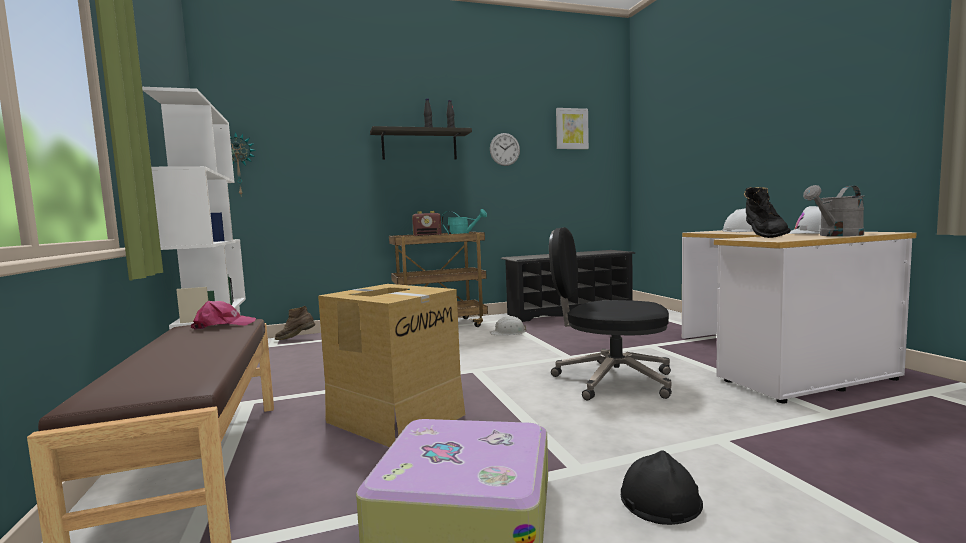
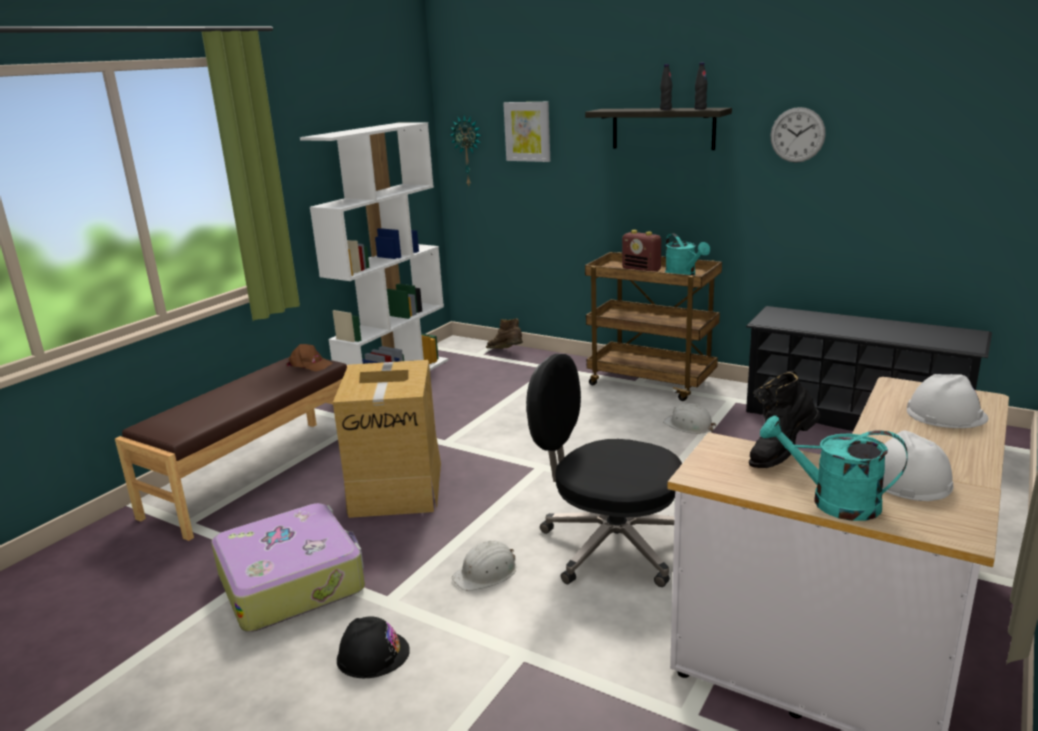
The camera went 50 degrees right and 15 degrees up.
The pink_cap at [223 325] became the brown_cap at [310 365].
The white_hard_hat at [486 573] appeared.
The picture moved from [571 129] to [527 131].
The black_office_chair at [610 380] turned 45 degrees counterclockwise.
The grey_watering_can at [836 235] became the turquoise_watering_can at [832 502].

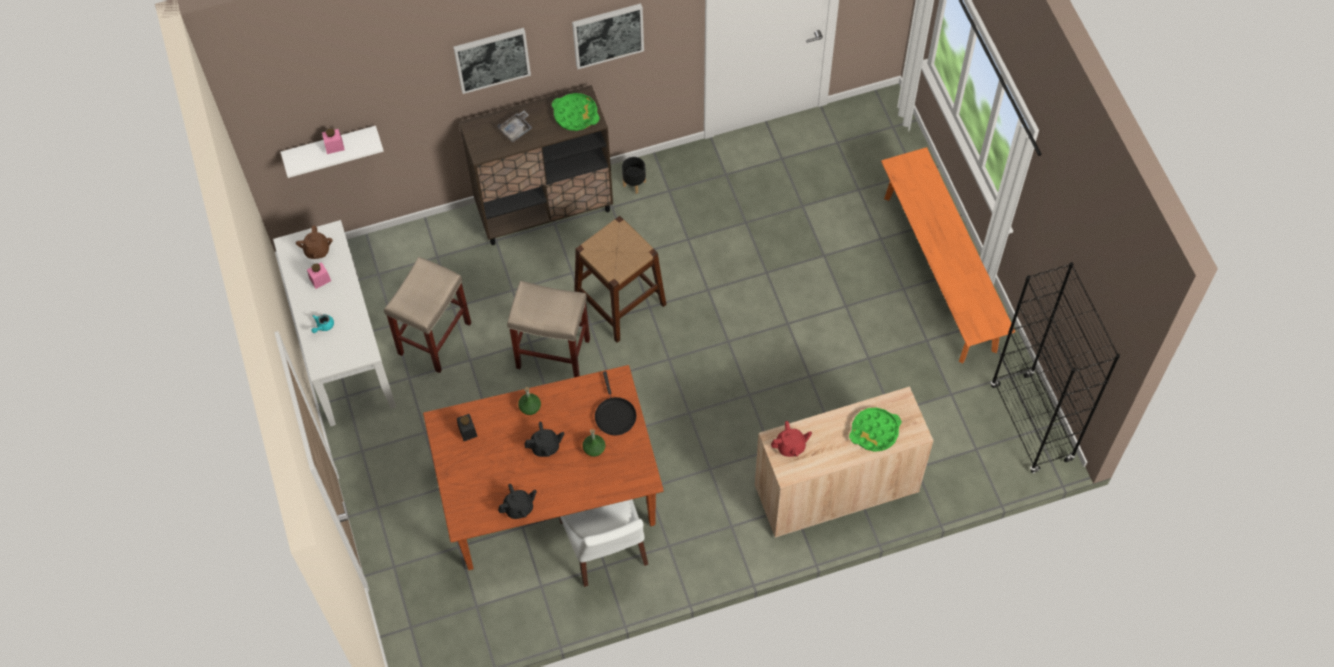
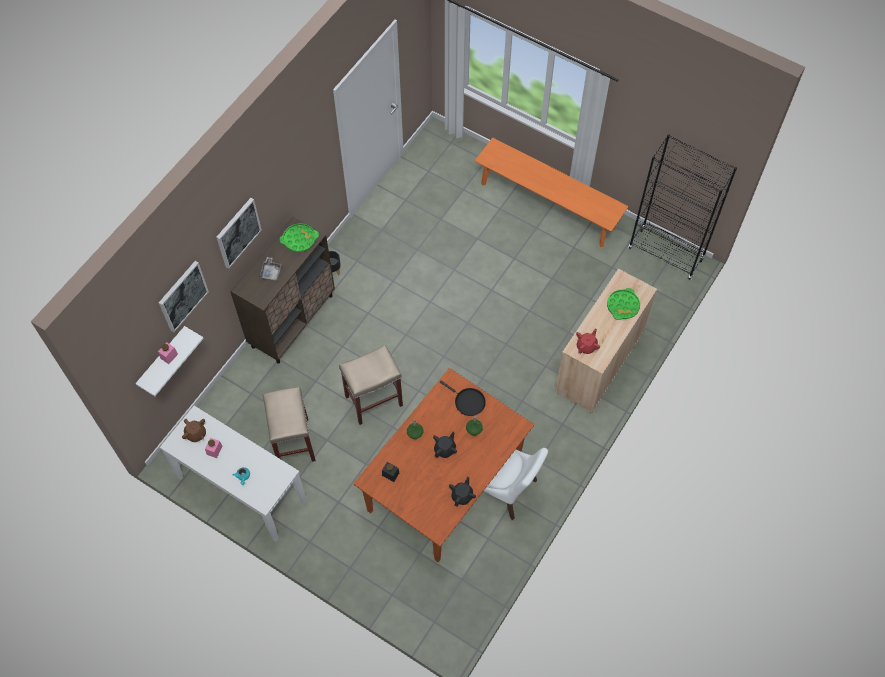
The camera went 40 degrees left and 0 degrees up.
The picture moved from [608 34] to [182 296].
The brown_stool at [620 301] disappeared.

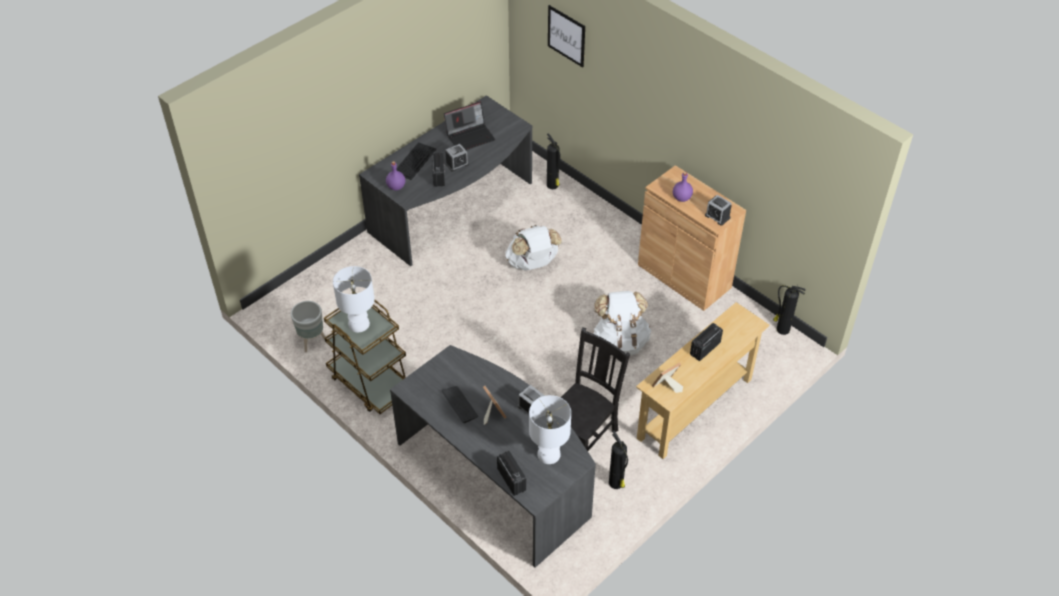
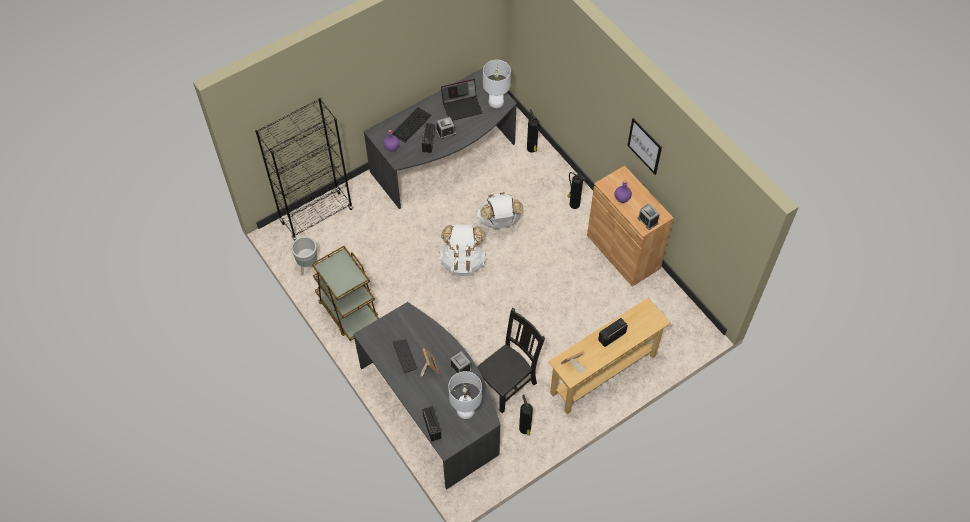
The camera went 10 degrees right and 10 degrees up.
The black_bookcase at [316 216] appeared.
The white_backpack moved from [620 341] to [463 262].
The white_table_lamp moved from [359 324] to [496 102].
The fire_extinguisher moved from [782 329] to [574 204].
The picture moved from [566 36] to [644 146].

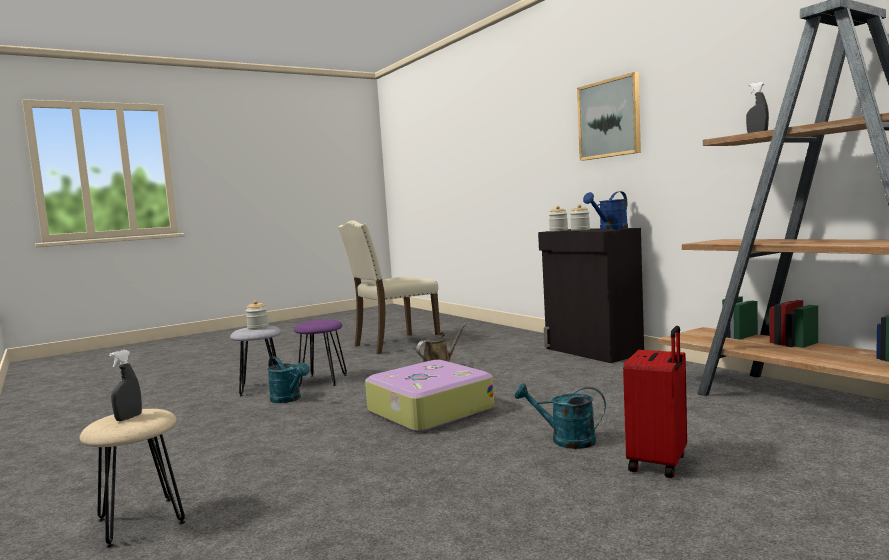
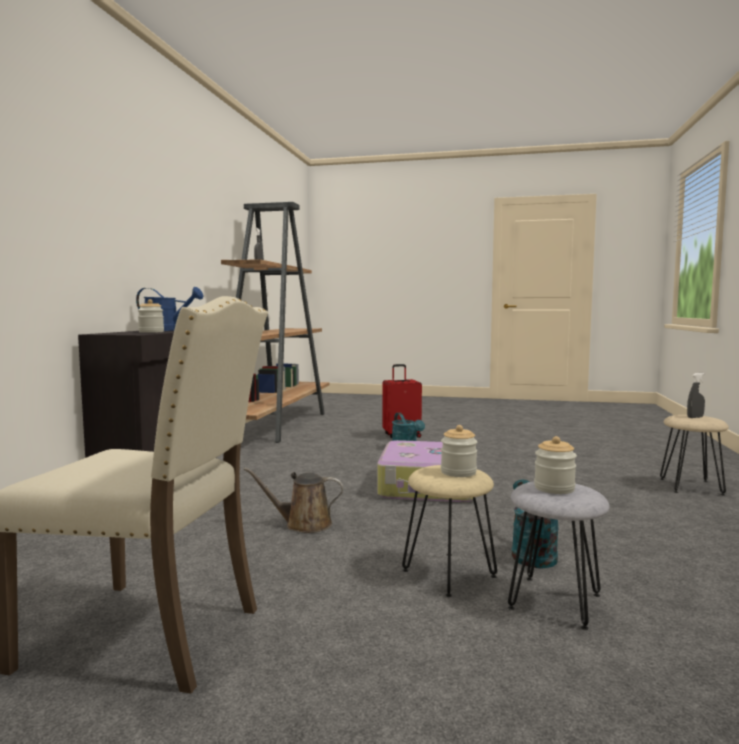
The camera went 135 degrees left and 0 degrees up.
The purple_stool at [323 380] became the beige_stool at [448 573].
The jar moved from [558 230] to [458 472].
The picture at [609 118] disappeared.

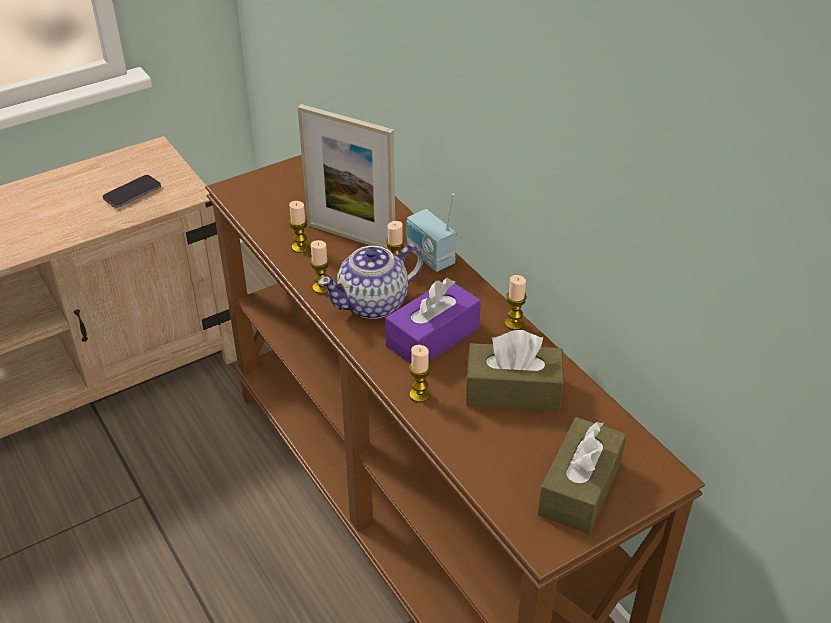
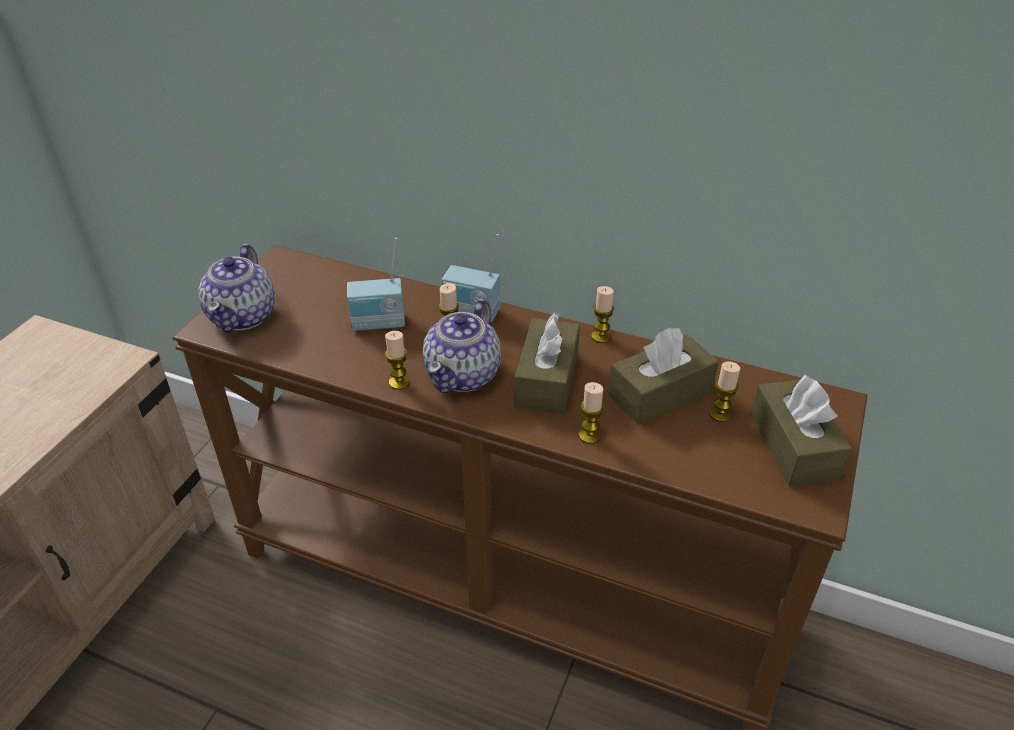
The camera went 35 degrees left and 0 degrees up.
The teapot at [243 315] appeared.
The picture_frame at [350 237] was replaced by the radio at [378 324].
The purple_tissue_box at [433 337] became the brown_tissue_box at [547 380].
The candle moved from [300 247] to [720 414].
The phone at [132 193] disappeared.

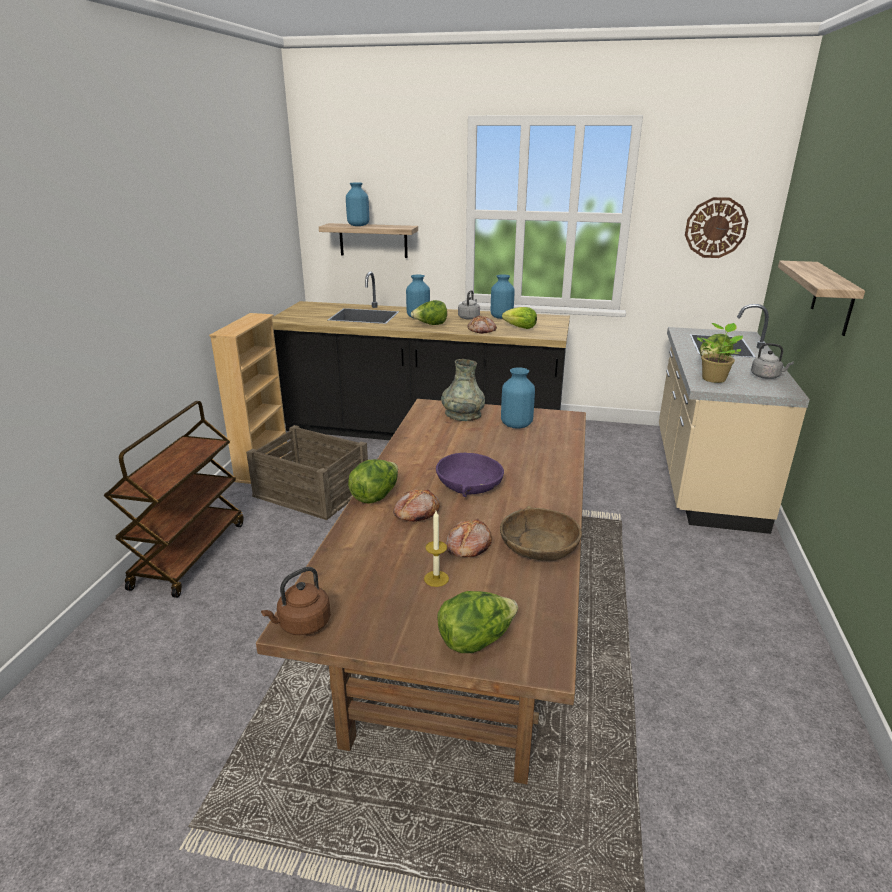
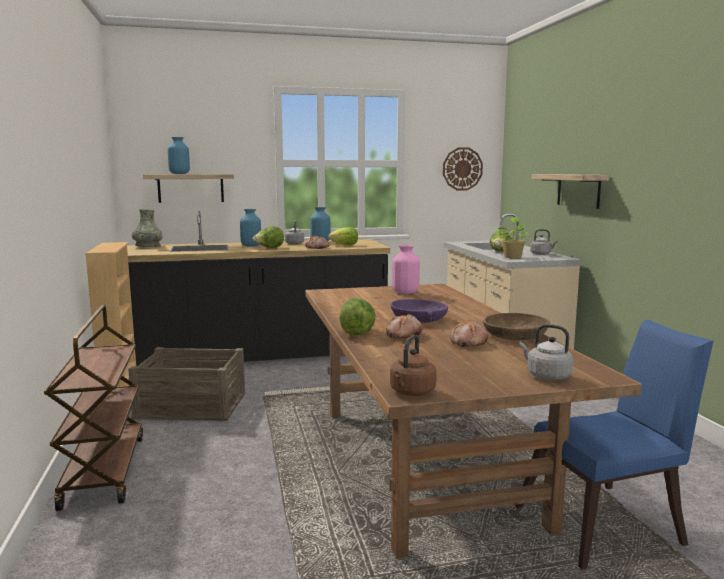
The camera went 25 degrees left and 15 degrees down.
The grey_vase moved from [463 415] to [148 246].
The blue_vase at [517 424] became the pink_vase at [405 292].
The blue_chair at [607 524] appeared.
The lettuce at [476 640] was replaced by the grey_kettle at [546 376].
The candle at [436 578] disappeared.

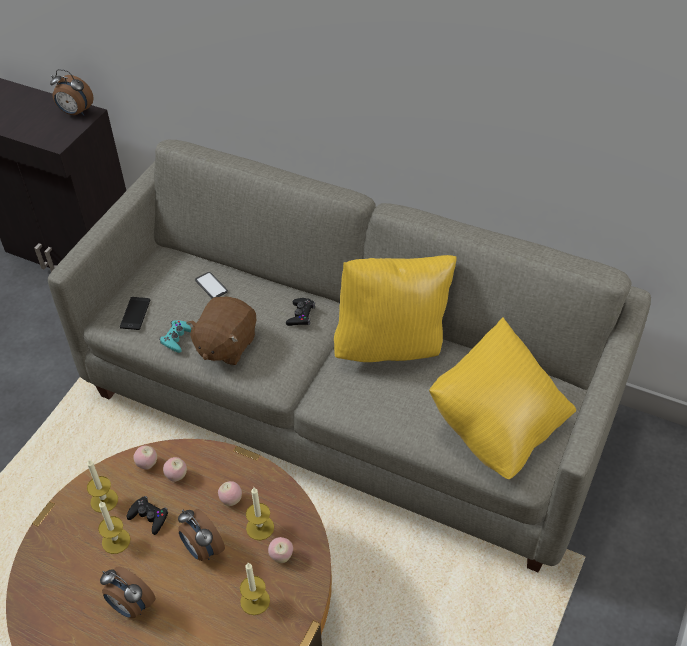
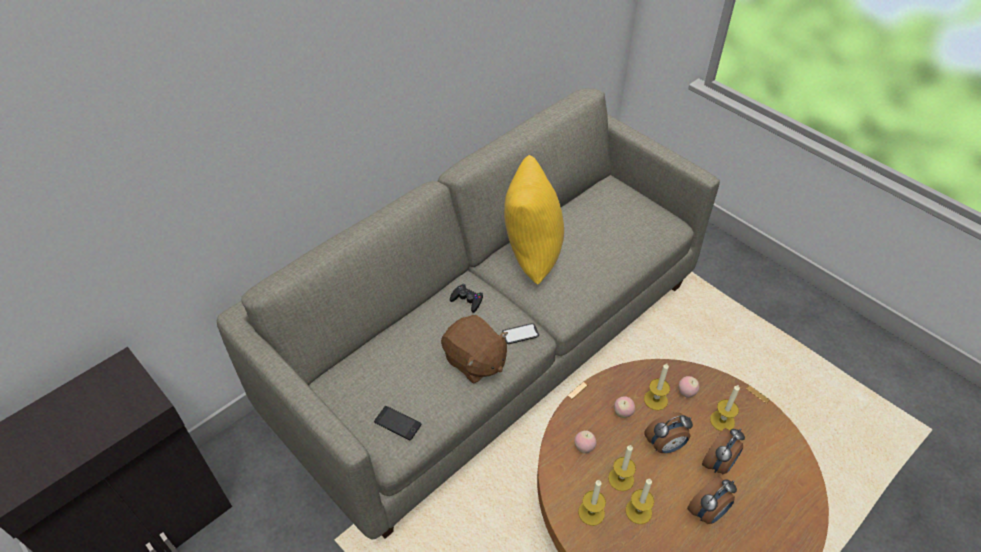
The camera went 70 degrees left and 0 degrees up.
The phone moved from [211 286] to [520 334].
The black_game_controller at [149 517] was replaced by the candle at [621 479].
The alarm_clock moved from [75 113] to [719 463].
The apple at [147 464] disappeared.
The turquoise_game_controller at [177 338] disappeared.
The yellow_pillow at [498 425] disappeared.

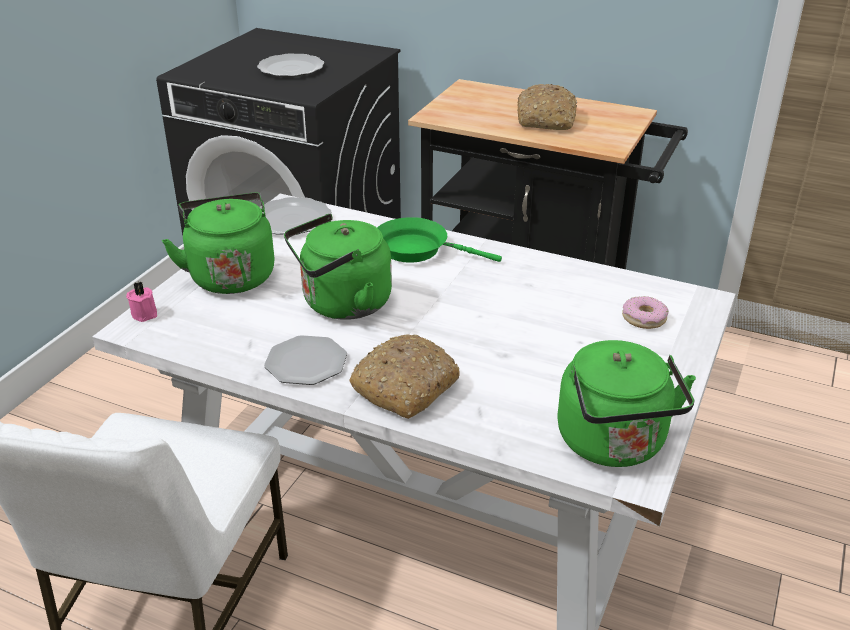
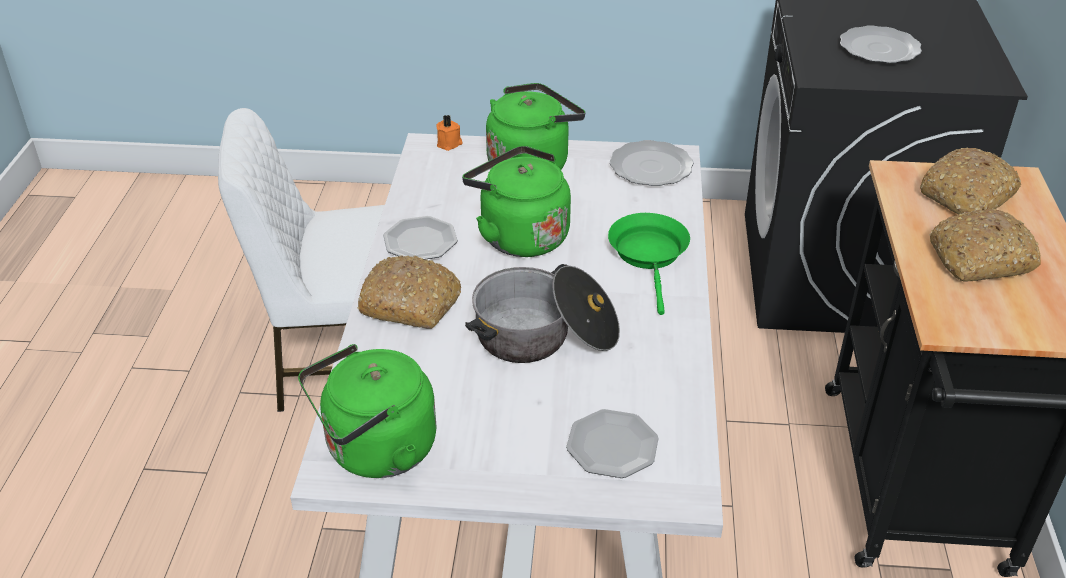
The camera went 70 degrees right and 5 degrees up.
The pink_candle at [145 313] became the orange_candle at [449 144].
The cooking_pot at [545 336] appeared.
The donut at [644 318] was replaced by the plate at [612 445].
The bread at [967 196] appeared.

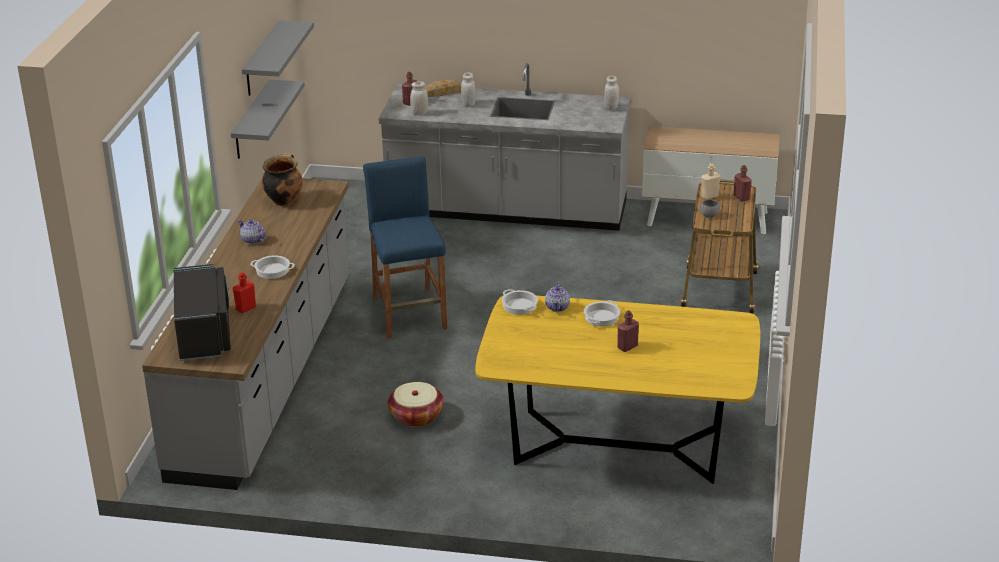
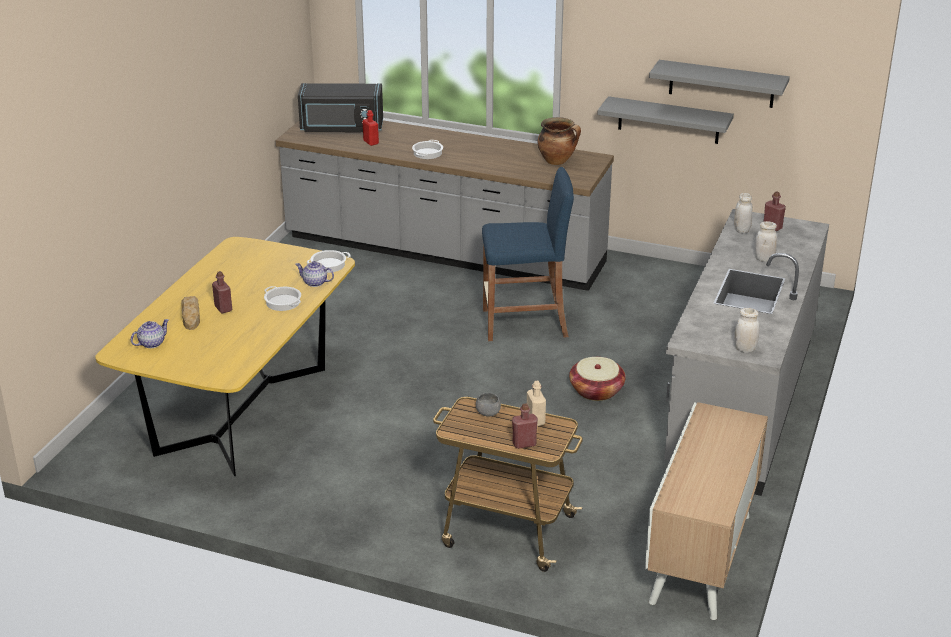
The camera went 100 degrees right and 0 degrees up.
The teapot moved from [253 240] to [151 343].
The bread moved from [442 92] to [191 315].
The basket moved from [416 416] to [596 391].

